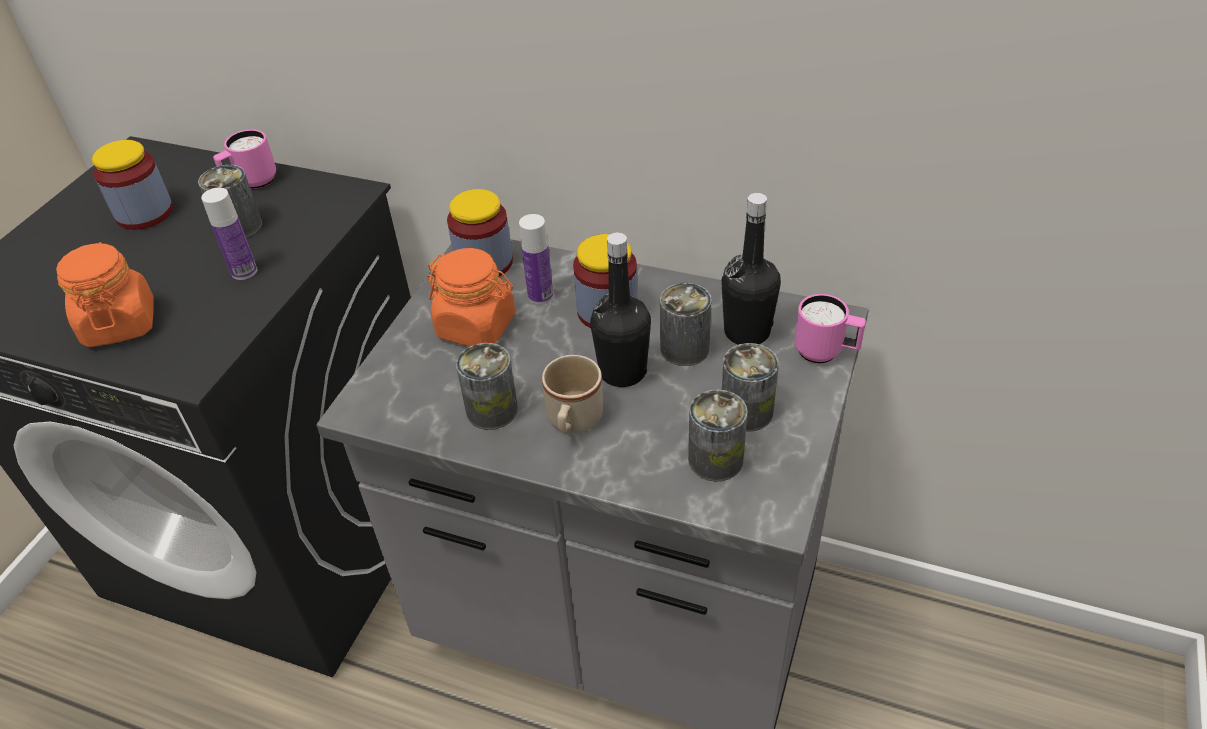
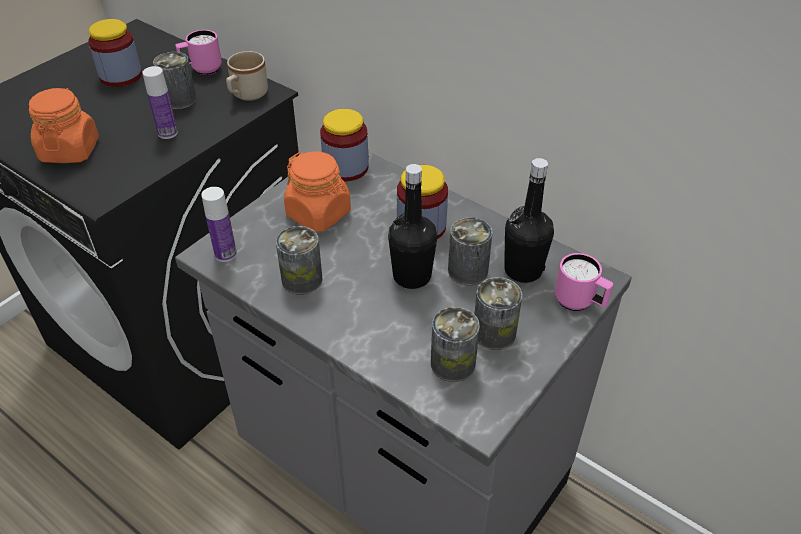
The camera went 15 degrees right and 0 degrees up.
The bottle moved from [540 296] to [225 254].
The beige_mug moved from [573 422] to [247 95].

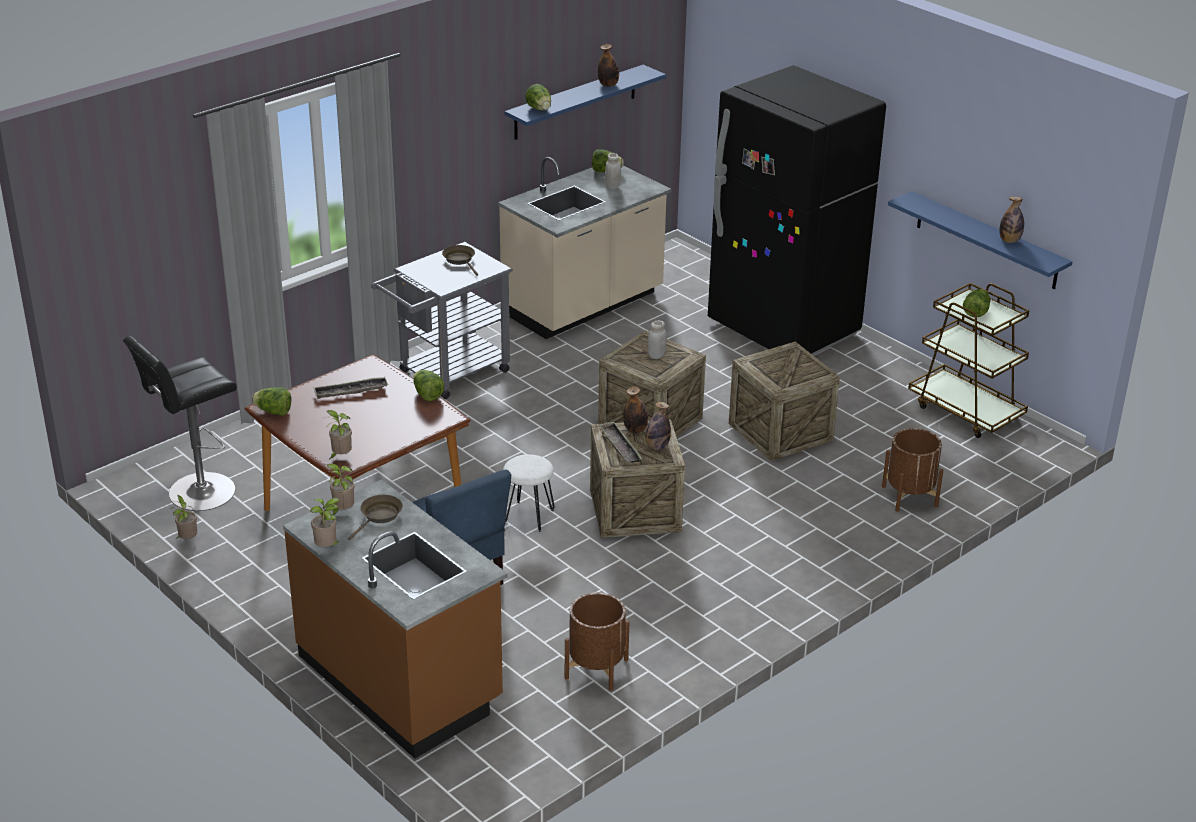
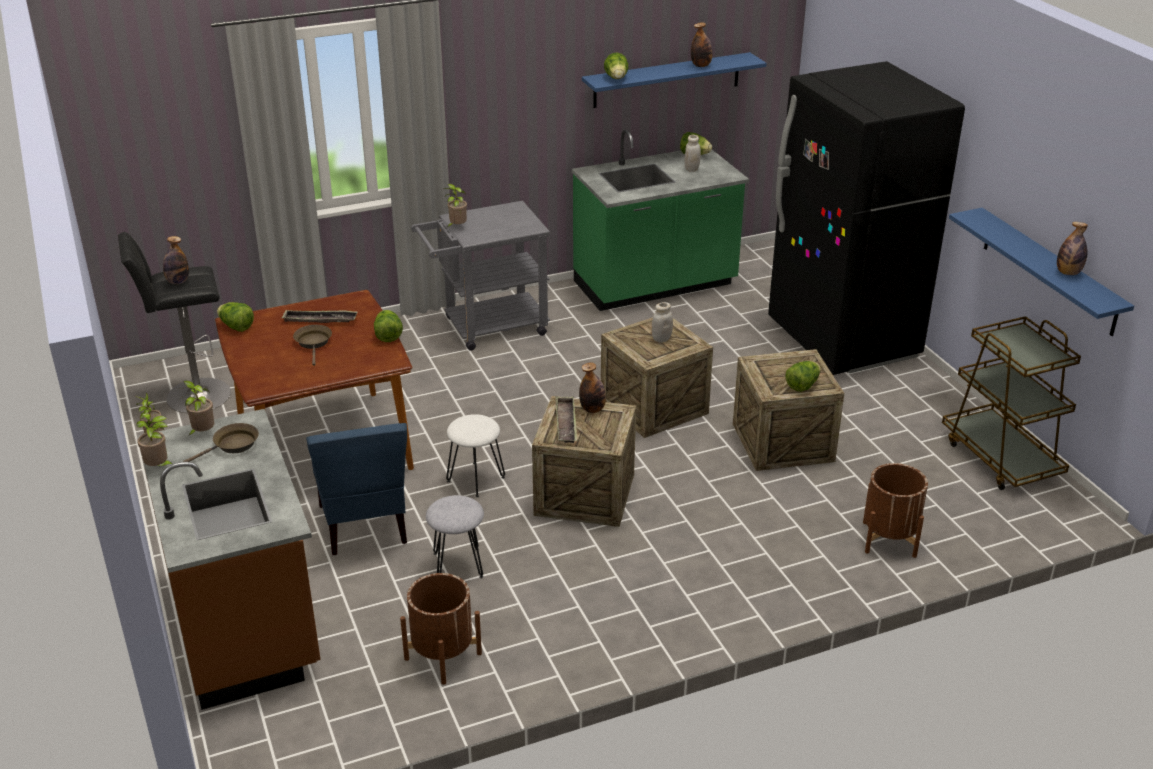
The camera went 20 degrees right and 0 degrees up.
The bottle moved from [657 446] to [178 282].
The brown_frying_pan moved from [460 260] to [314 343].
The grey_stool at [458 565] appeared.
The potted_plant moved from [340 456] to [457 227].
The beige_counter at [584 305] became the green_counter at [655 285].
The lettuce moved from [976 312] to [802 385].

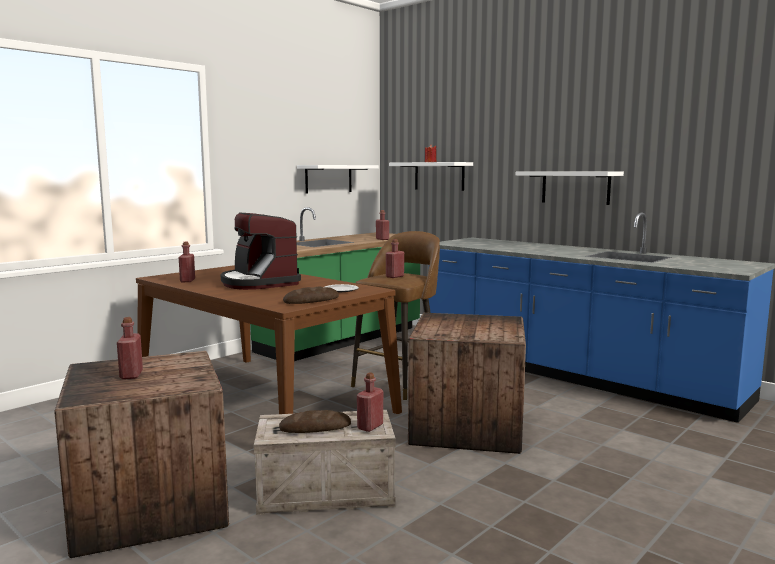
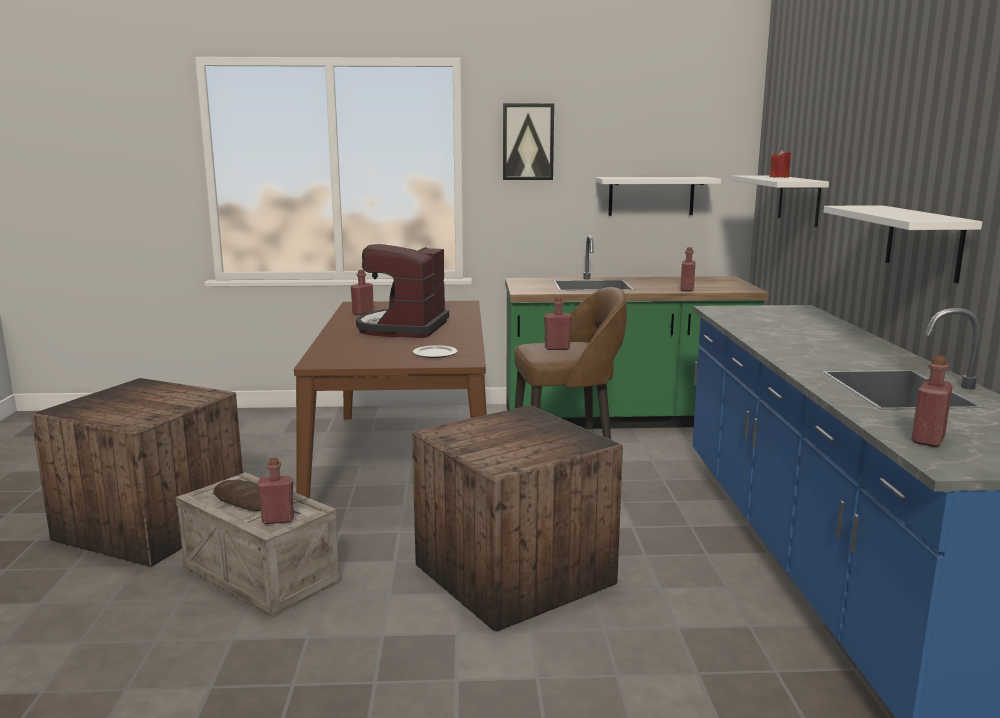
The camera went 45 degrees right and 5 degrees up.
The picture at [528 142] appeared.
The red_bottle moved from [131 375] to [928 440].
The bread at [311 300] disappeared.

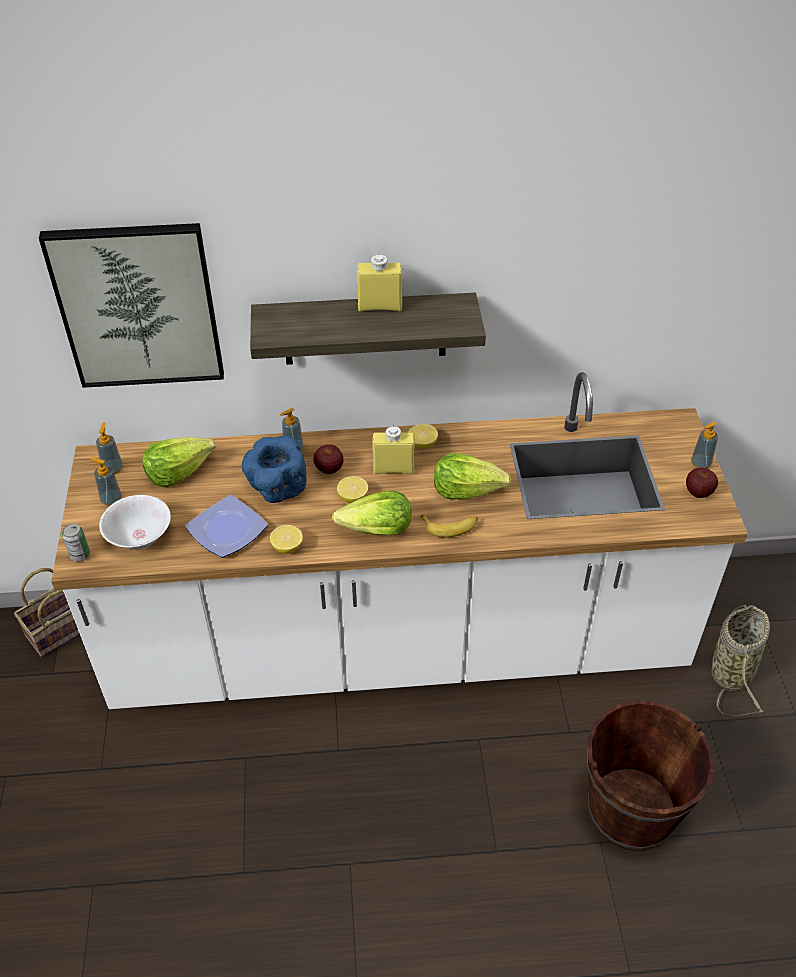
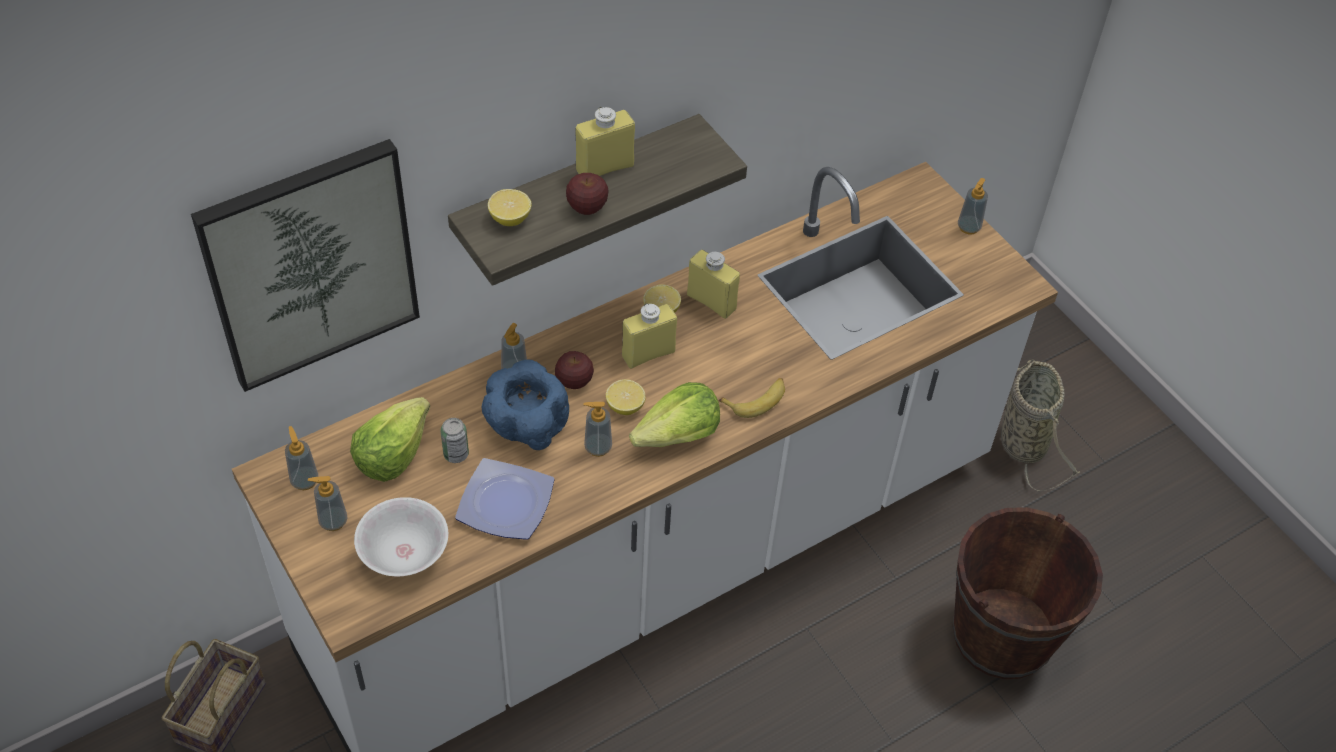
The camera went 30 degrees left and 5 degrees up.
The can moved from [80 555] to [456 454].
The lemon moved from [287 547] to [510 218].
The apple moved from [698 492] to [587 207].
The soap_dispenser at [598 447] appeared.
The yellow_bottle at [711 302] appeared.
The lettuce at [467 490] disappeared.

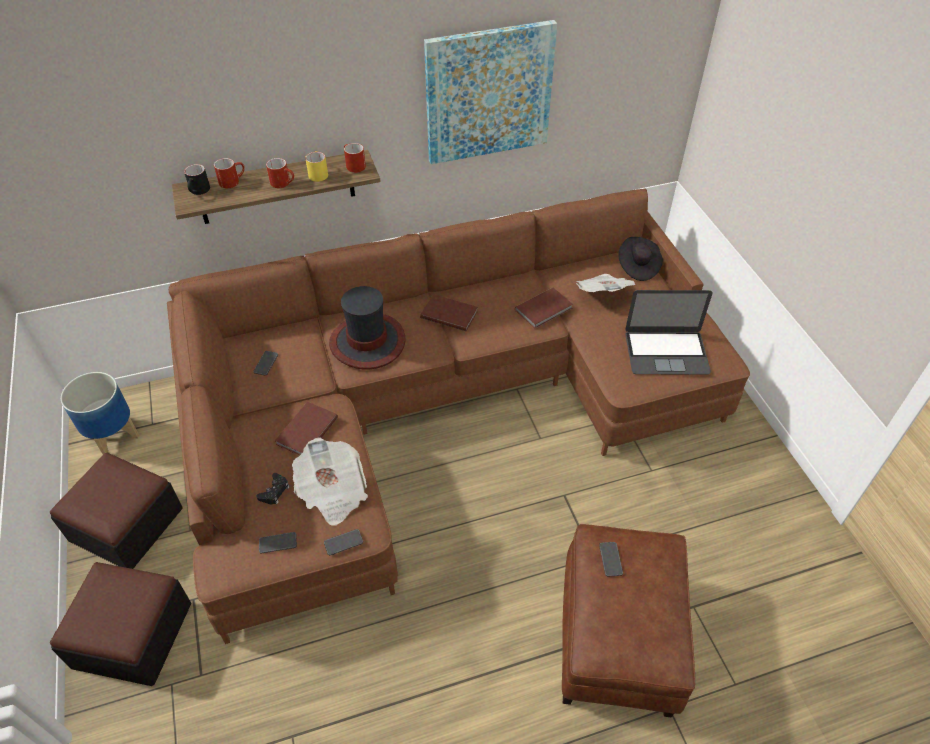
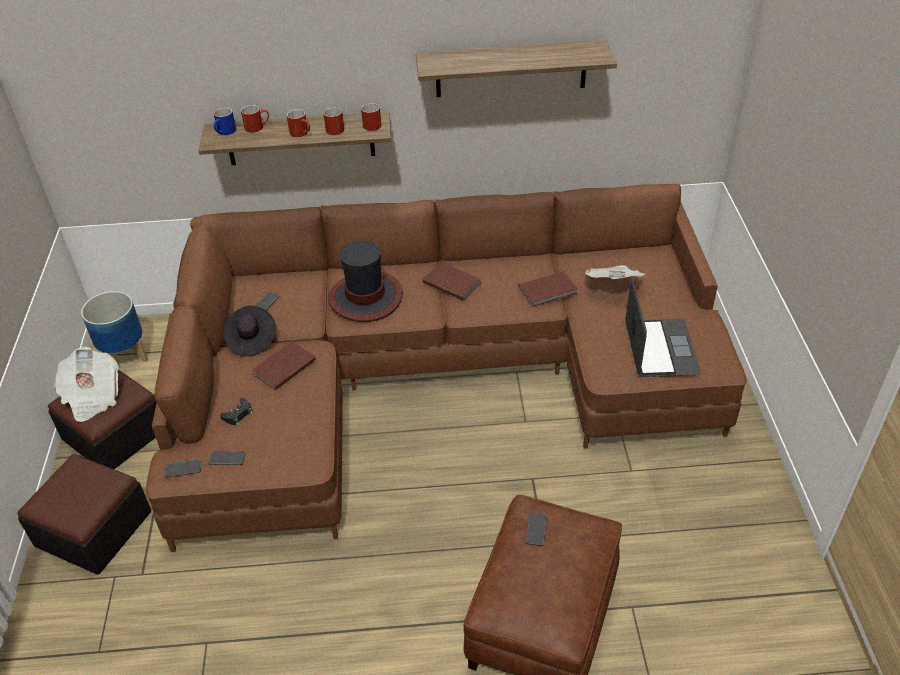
The camera went 15 degrees right and 5 degrees down.
The newspaper moved from [332 492] to [92 396].
The phone moved from [343 542] to [183 468].
The black_mug at [199 191] became the blue_mug at [225 132].
The black_hat moved from [637 267] to [251 340].
The yellow_mug at [317 173] became the red_mug at [335 128].
The picture at [488 93] was replaced by the shelf at [511 69].
The laptop at [666 352] turned 105 degrees counterclockwise.

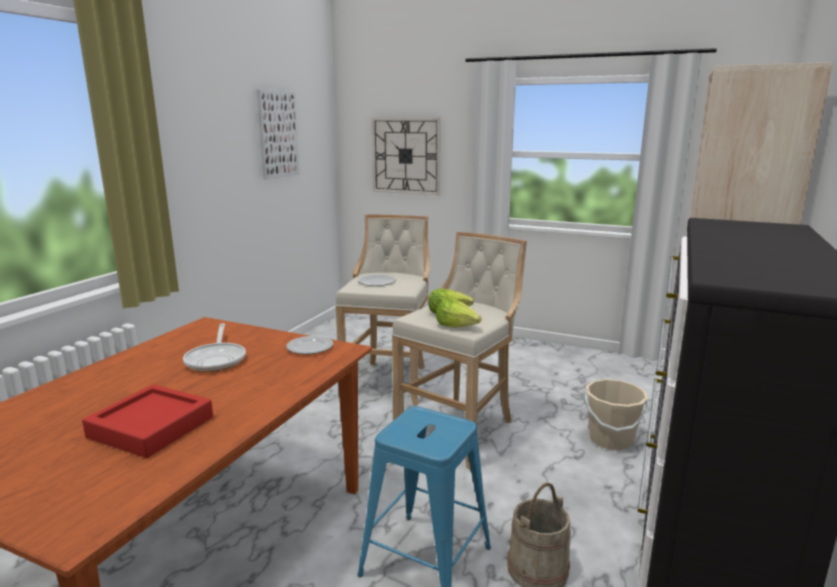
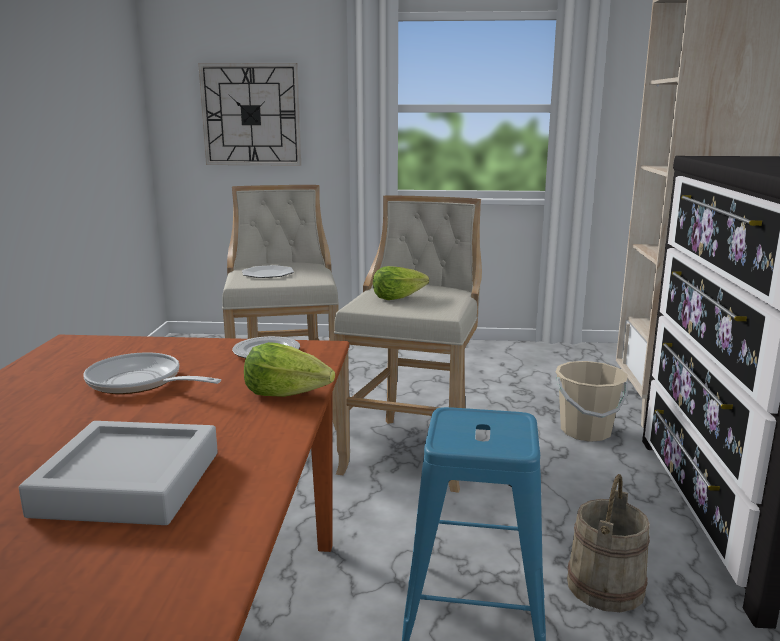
The camera went 20 degrees left and 0 degrees up.
The red_tray at [151 427] became the grey_tray at [129 483].
The frying_pan at [216 359] turned 150 degrees clockwise.
The lettuce moved from [457 326] to [287 393].
The picture at [278 134] disappeared.

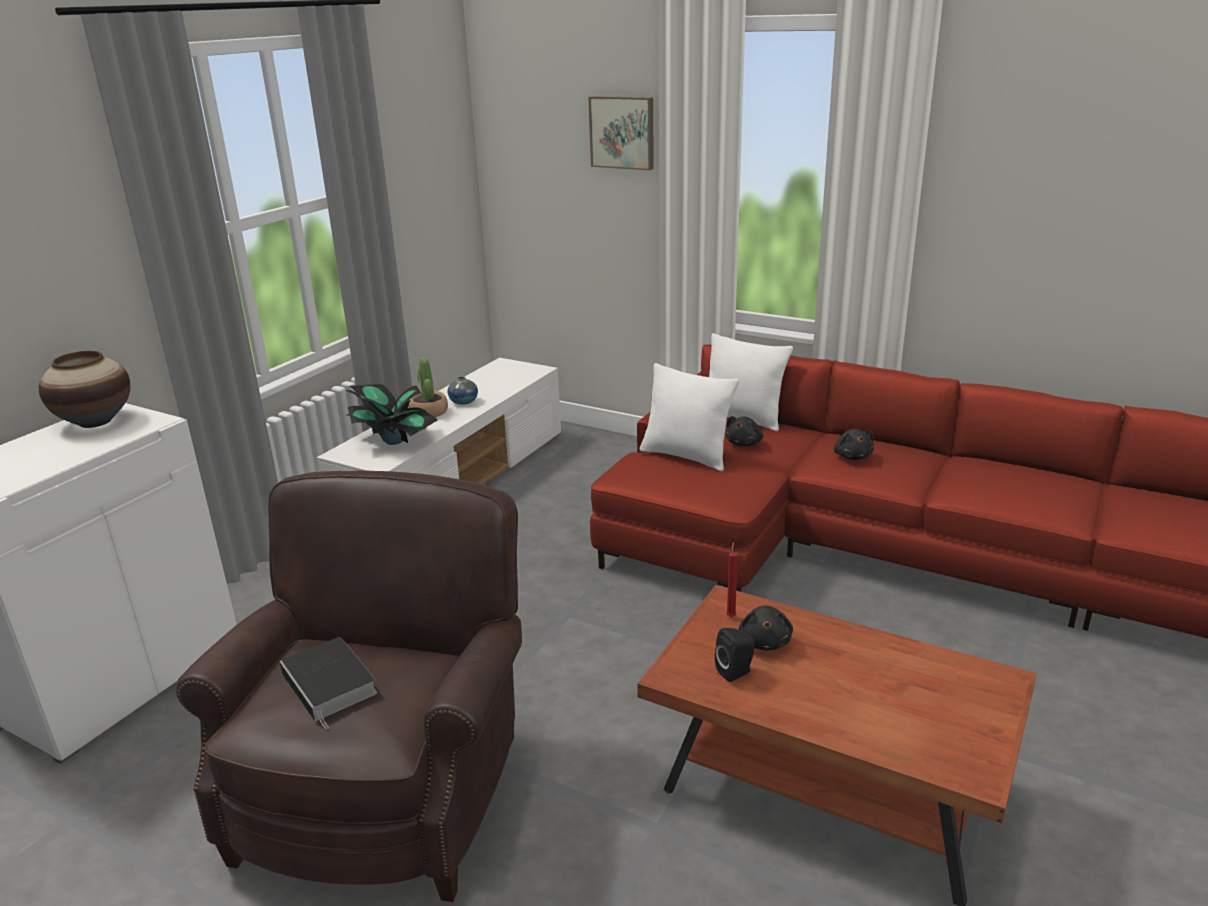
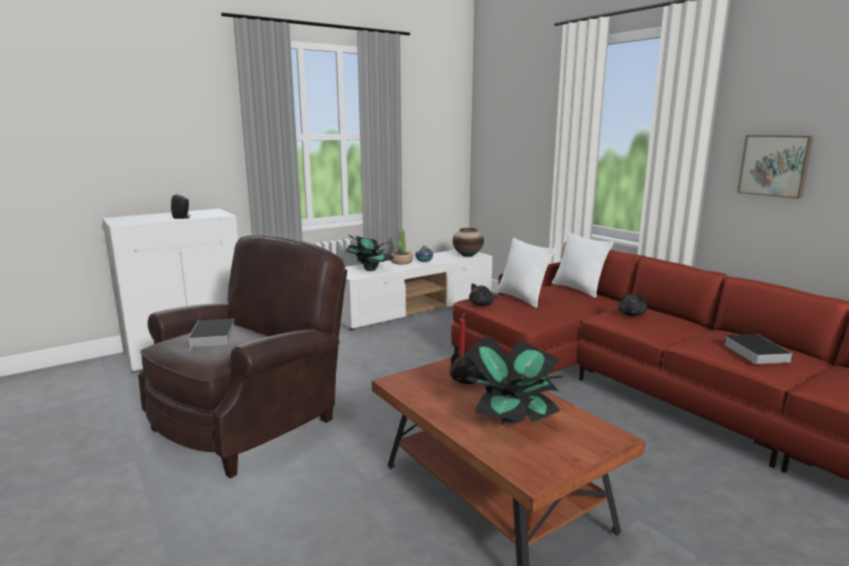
The camera went 25 degrees right and 10 degrees down.
The black_speaker moved from [736 672] to [182 218].
The vase moved from [95 422] to [467 255].
The potted_plant at [512 417] appeared.
The black_plush_toy moved from [744 443] to [482 305].
The book at [754 352] appeared.
The picture moved from [623 132] to [775 165].

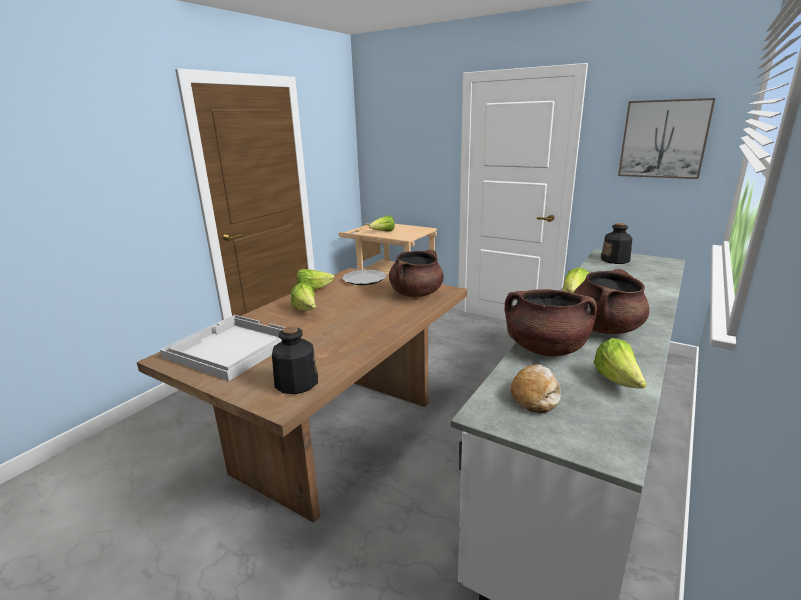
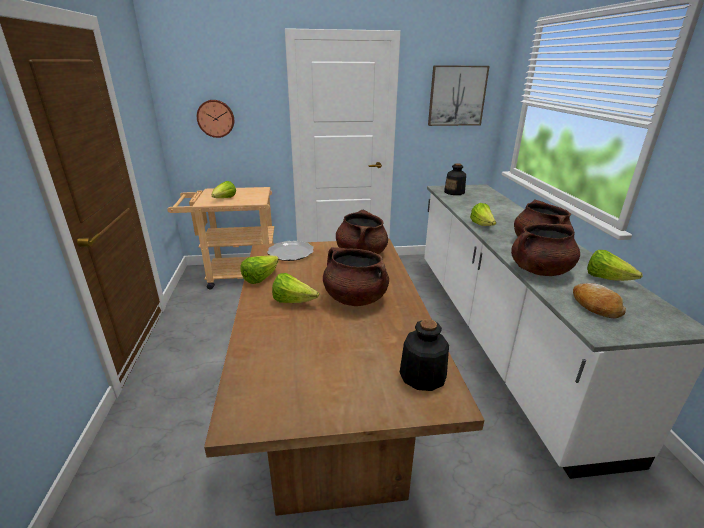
The camera went 40 degrees left and 5 degrees up.
The wall_clock at [216 118] appeared.
The brown_cooking_pot at [355 298] appeared.
The white_tray at [231 348] disappeared.

